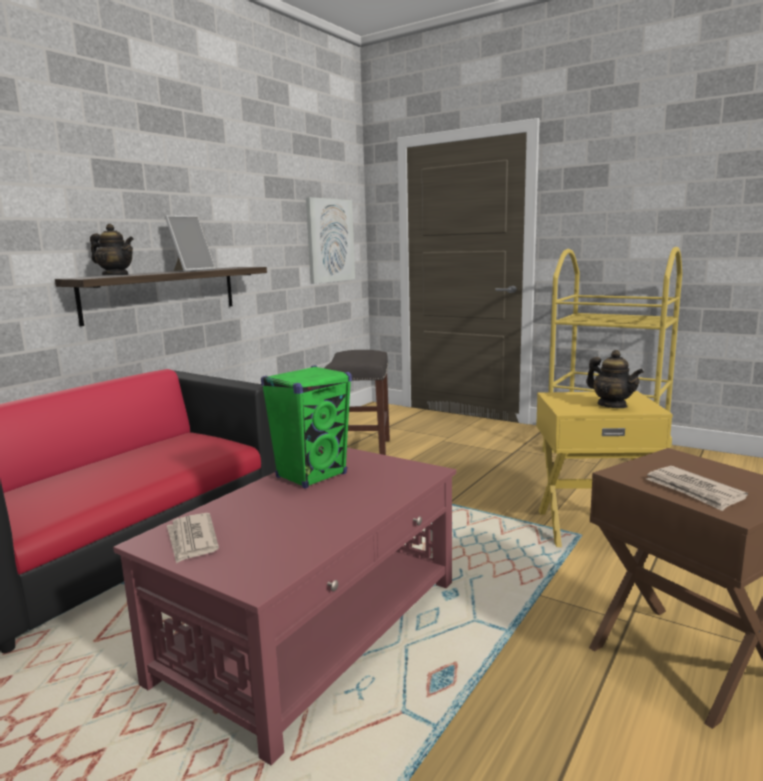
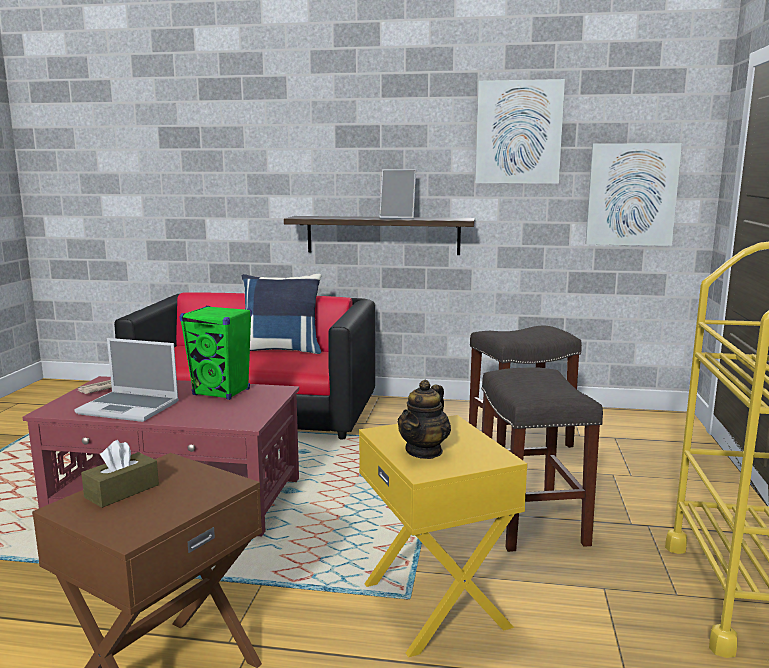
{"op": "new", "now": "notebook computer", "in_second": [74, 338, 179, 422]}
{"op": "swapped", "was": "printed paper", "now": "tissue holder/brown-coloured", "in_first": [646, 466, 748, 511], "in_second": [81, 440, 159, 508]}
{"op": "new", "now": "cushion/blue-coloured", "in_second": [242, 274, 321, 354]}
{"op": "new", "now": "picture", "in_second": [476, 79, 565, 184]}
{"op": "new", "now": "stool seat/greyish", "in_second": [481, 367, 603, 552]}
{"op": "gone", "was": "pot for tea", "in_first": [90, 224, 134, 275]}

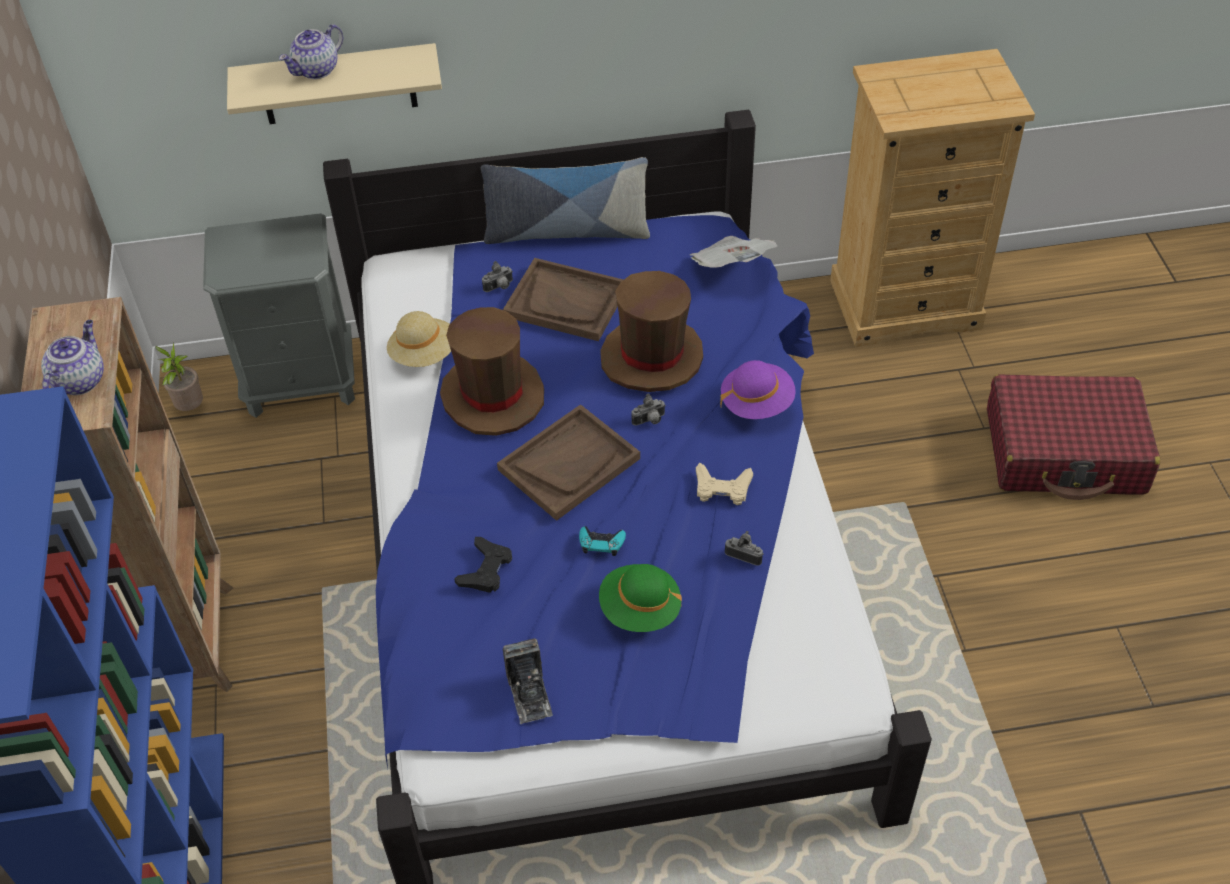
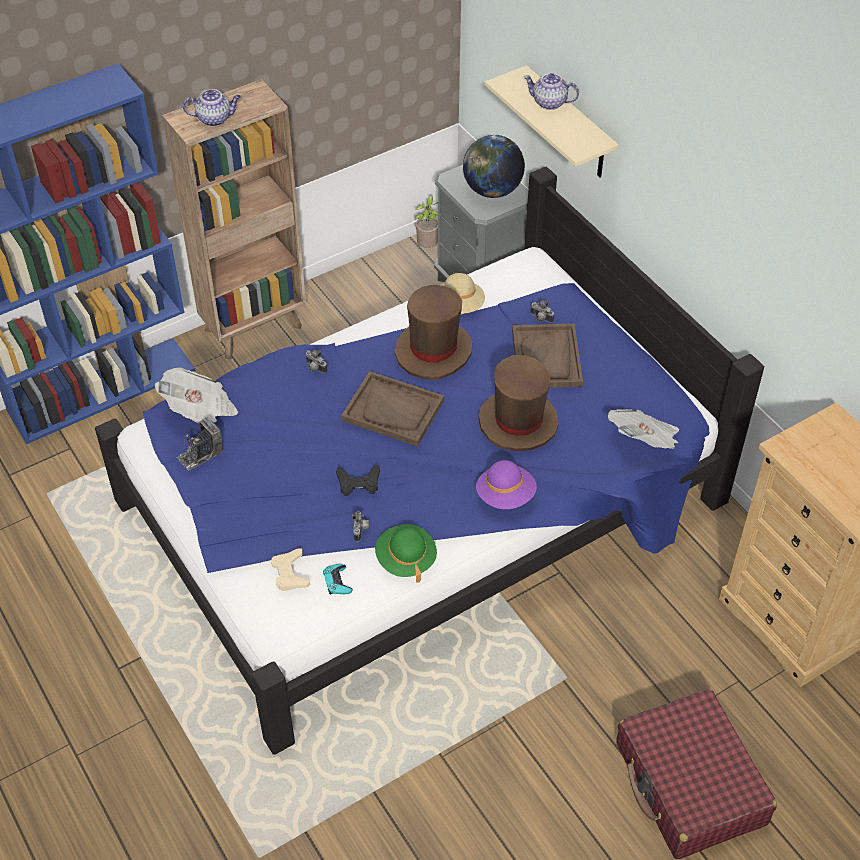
{"op": "new", "now": "printed paper", "in_second": [155, 368, 238, 423]}
{"op": "shifted", "was": "gamepad/beige", "in_first": [696, 463, 753, 505], "in_second": [271, 548, 310, 591]}
{"op": "shifted", "was": "still camera", "in_first": [631, 394, 666, 426], "in_second": [305, 350, 327, 374]}
{"op": "shifted", "was": "gamepad/blue-green", "in_first": [579, 526, 626, 556], "in_second": [323, 564, 353, 594]}
{"op": "shifted", "was": "gamepad/black", "in_first": [454, 537, 512, 593], "in_second": [336, 465, 380, 496]}
{"op": "shifted", "was": "wearable hat/green-coloured", "in_first": [599, 564, 682, 632], "in_second": [375, 524, 437, 583]}
{"op": "new", "now": "globe", "in_second": [463, 135, 525, 198]}
{"op": "gone", "was": "cushion", "in_first": [481, 157, 650, 244]}

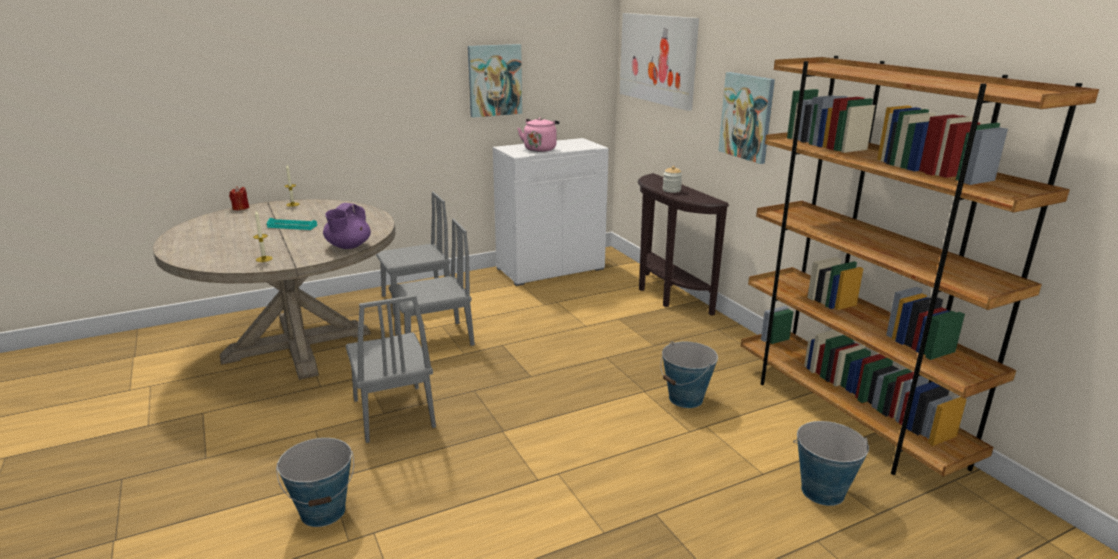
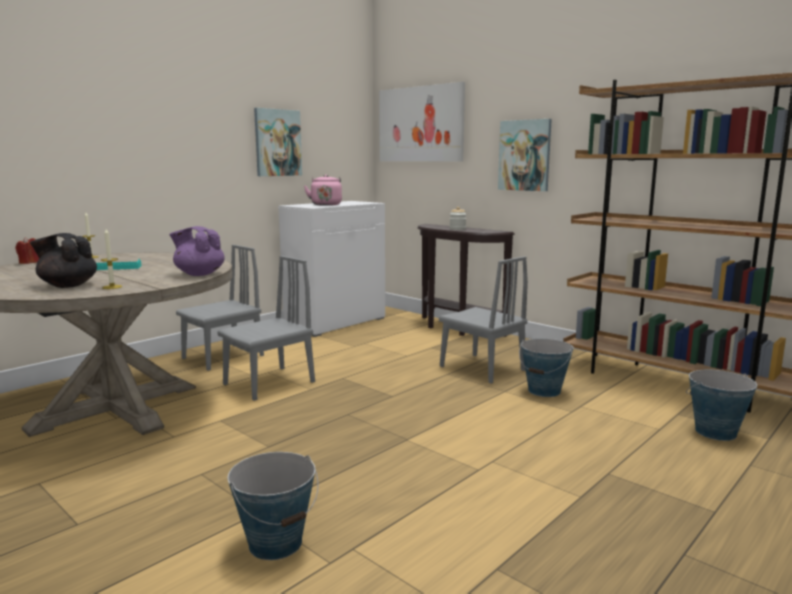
{"op": "new", "now": "pot for tea/black", "in_second": [30, 233, 97, 288]}
{"op": "rotated", "was": "pot for tea/purple-coloured", "in_first": [323, 203, 371, 249], "in_second": [169, 226, 225, 276], "clockwise": 120}
{"op": "shifted", "was": "chair/greyish", "in_first": [346, 295, 436, 443], "in_second": [439, 256, 528, 384]}

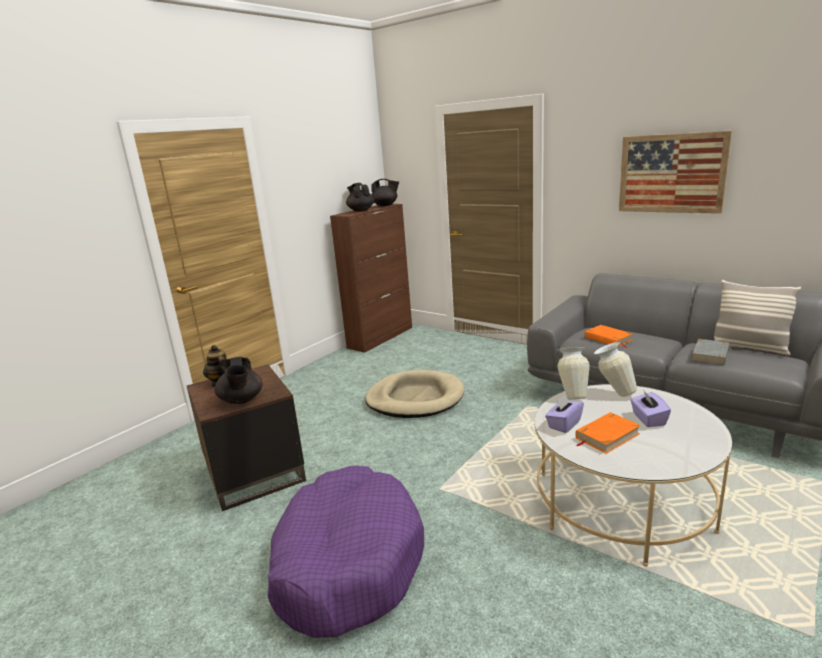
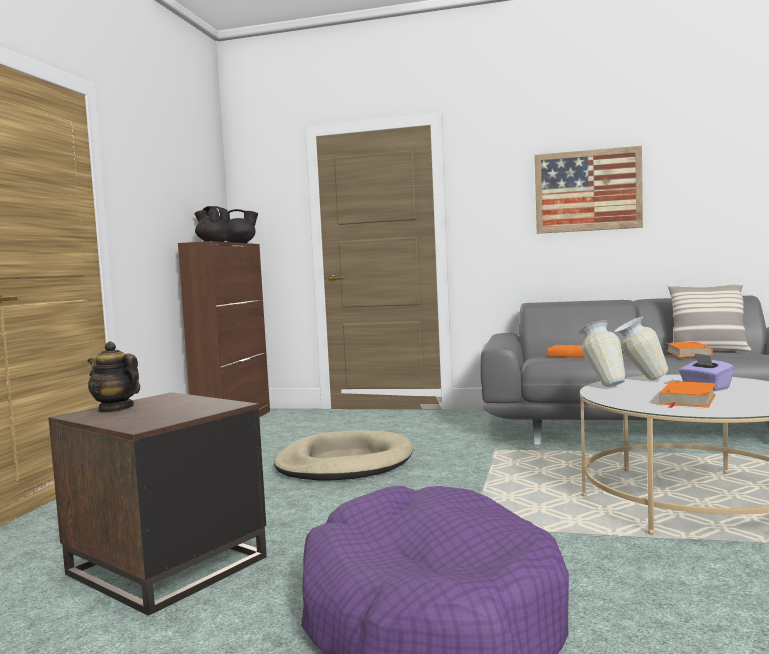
{"op": "repainted", "was": "book/greyish", "now": "book/orange-coloured", "in_first": [692, 339, 730, 365], "in_second": [667, 342, 713, 357]}
{"op": "gone", "was": "pot for tea/black", "in_first": [214, 357, 263, 404]}
{"op": "gone", "was": "tissue holder/purple-coloured", "in_first": [545, 394, 584, 433]}

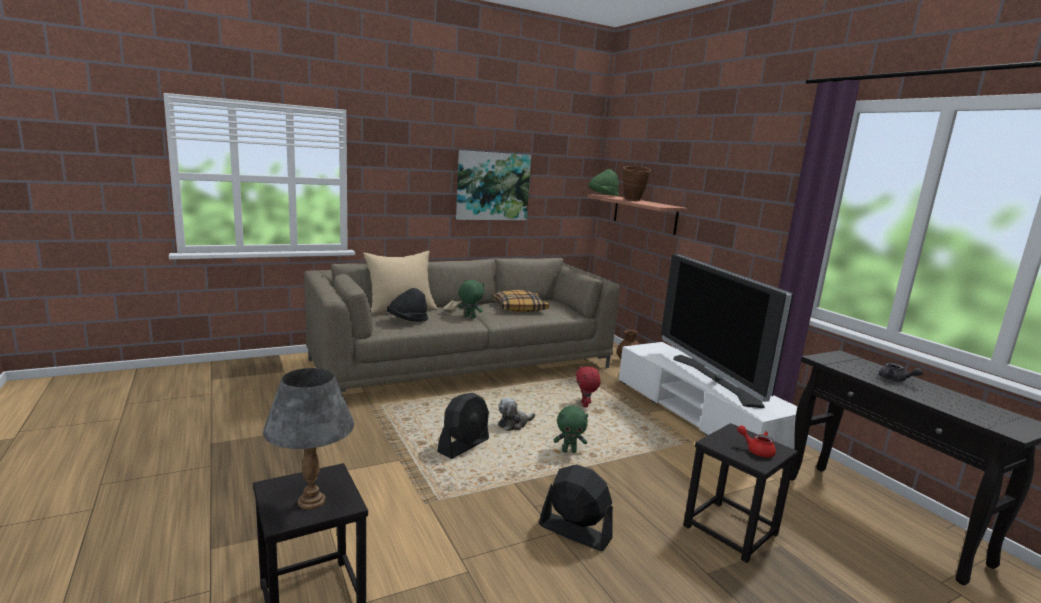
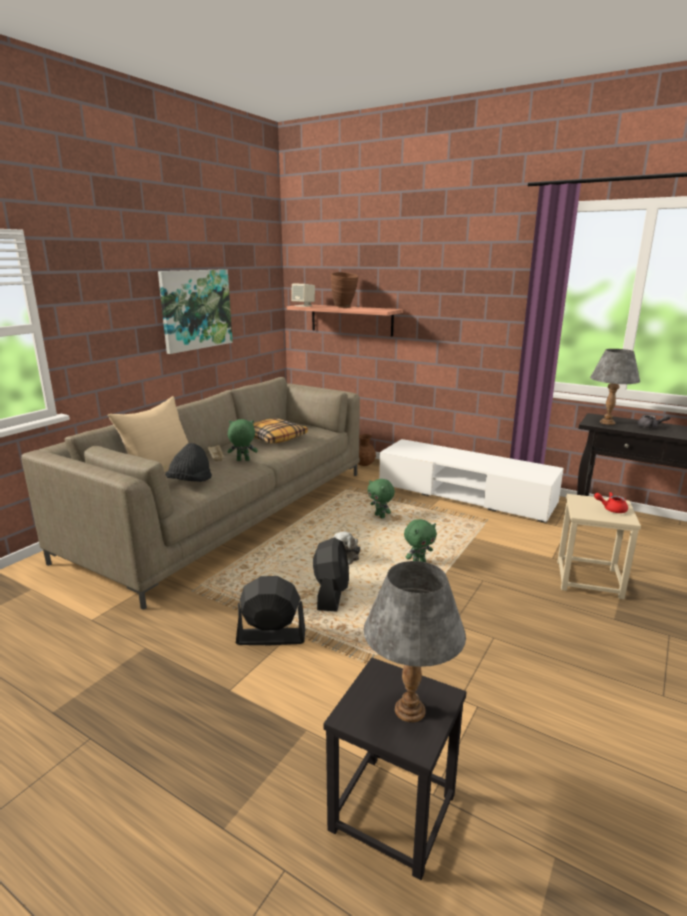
{"op": "shifted", "was": "fan/black", "in_first": [539, 465, 613, 551], "in_second": [236, 576, 305, 645]}
{"op": "swapped", "was": "wearable hat/green-coloured", "now": "audio speaker/beige", "in_first": [588, 169, 619, 196], "in_second": [291, 283, 315, 307]}
{"op": "repainted", "was": "cuddly toy/reddish", "now": "cuddly toy/green-coloured", "in_first": [576, 366, 601, 407], "in_second": [367, 479, 395, 518]}
{"op": "repainted", "was": "stool seat/black", "now": "stool seat/beige", "in_first": [683, 423, 798, 563], "in_second": [557, 494, 641, 599]}
{"op": "new", "now": "table lamp/greyish", "in_second": [590, 349, 640, 425]}
{"op": "gone", "was": "television", "in_first": [661, 254, 794, 408]}

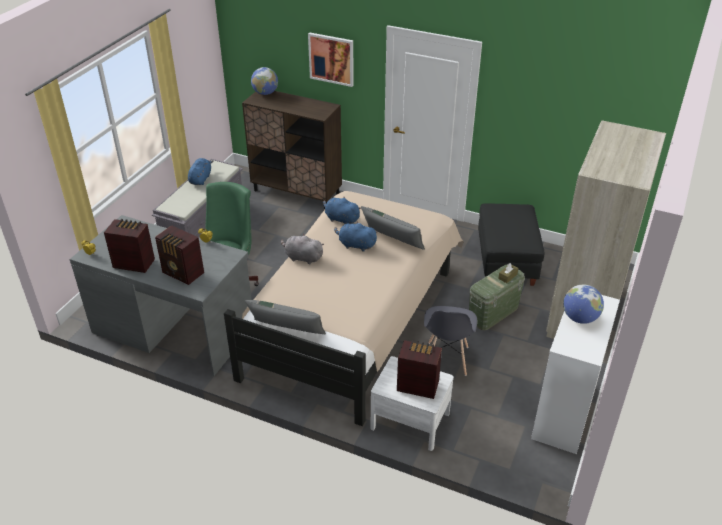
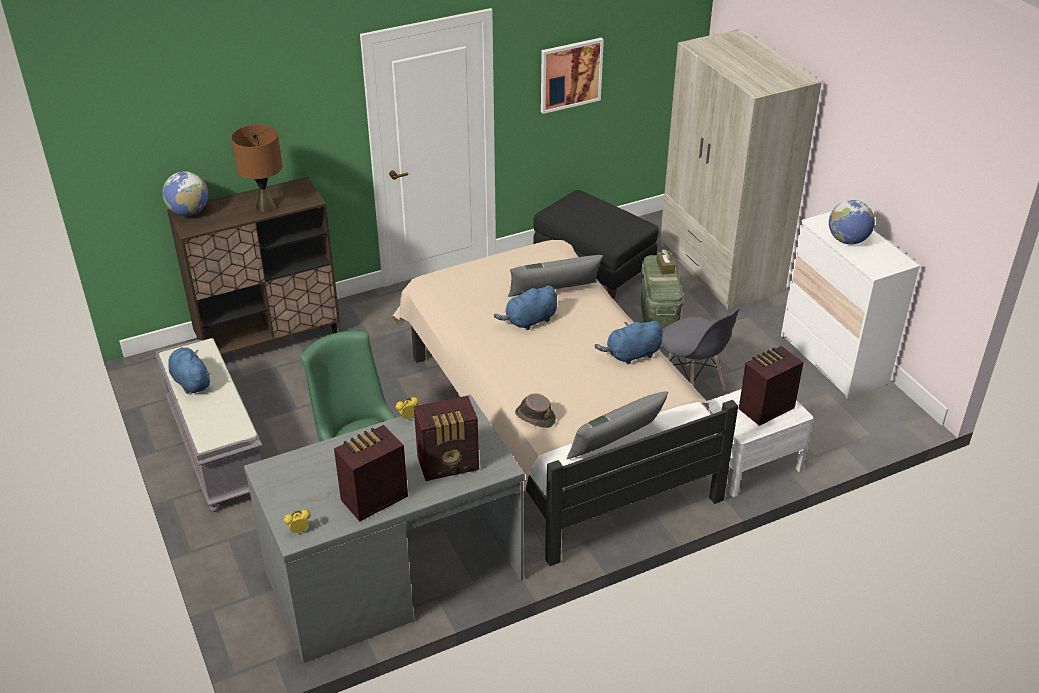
{"op": "new", "now": "table lamp/brown-coloured", "in_second": [231, 125, 282, 212]}
{"op": "new", "now": "wearable hat/brown-coloured", "in_second": [515, 393, 556, 428]}
{"op": "shifted", "was": "picture", "in_first": [308, 32, 354, 87], "in_second": [541, 38, 604, 114]}
{"op": "shifted", "was": "cuddly toy/blue-coloured", "in_first": [323, 196, 361, 224], "in_second": [595, 321, 663, 365]}
{"op": "gone", "was": "cuddly toy/greyish", "in_first": [281, 234, 324, 265]}

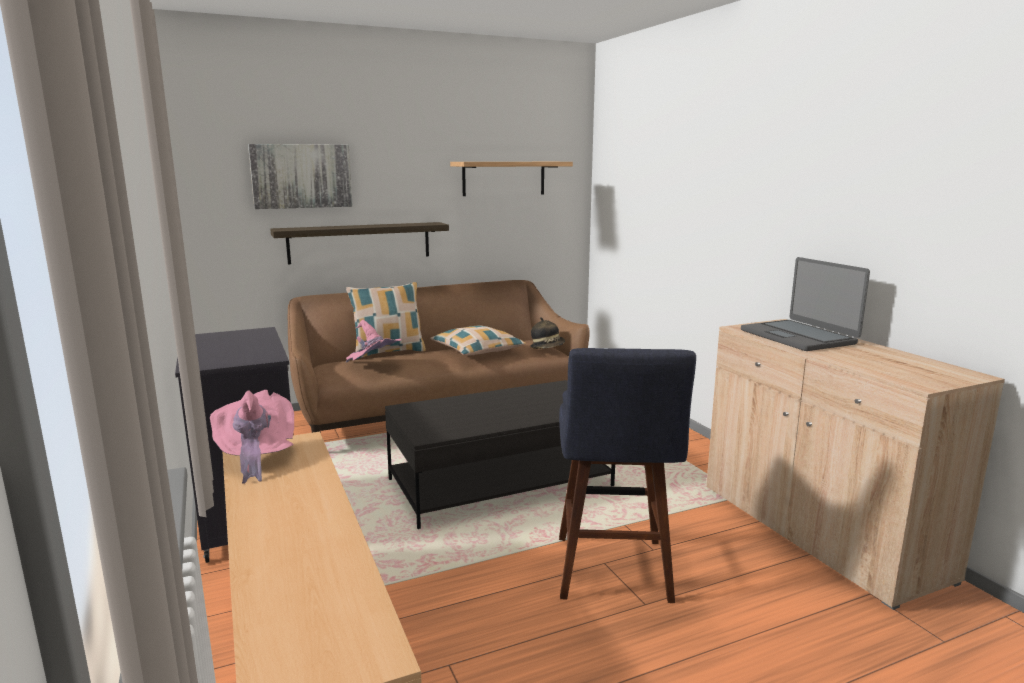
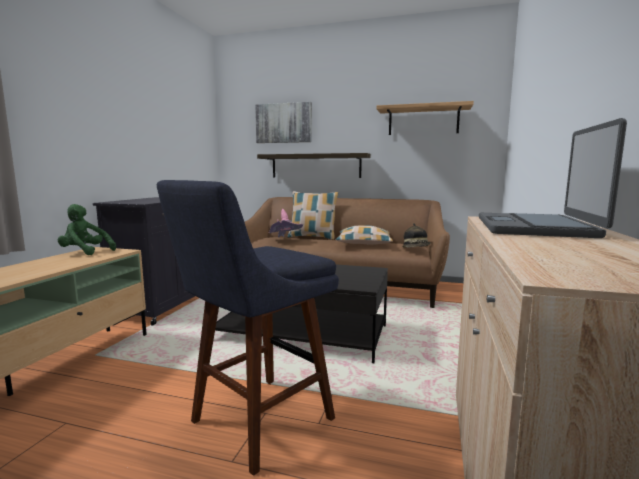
{"op": "swapped", "was": "wearable hat/pink", "now": "cuddly toy/green-coloured", "in_first": [210, 390, 294, 483], "in_second": [58, 204, 116, 255]}

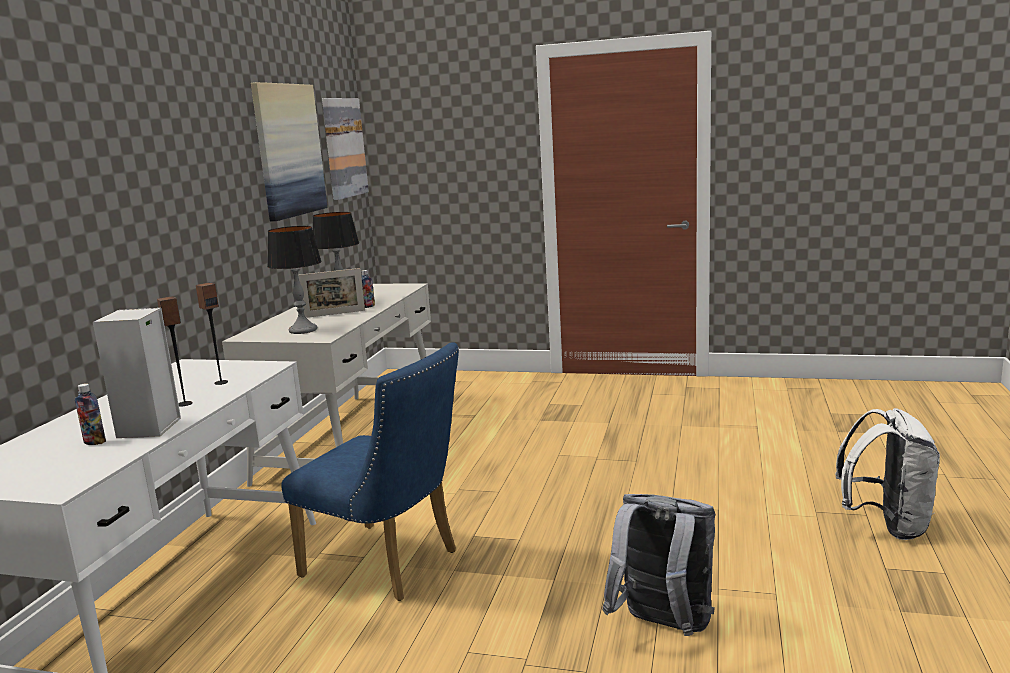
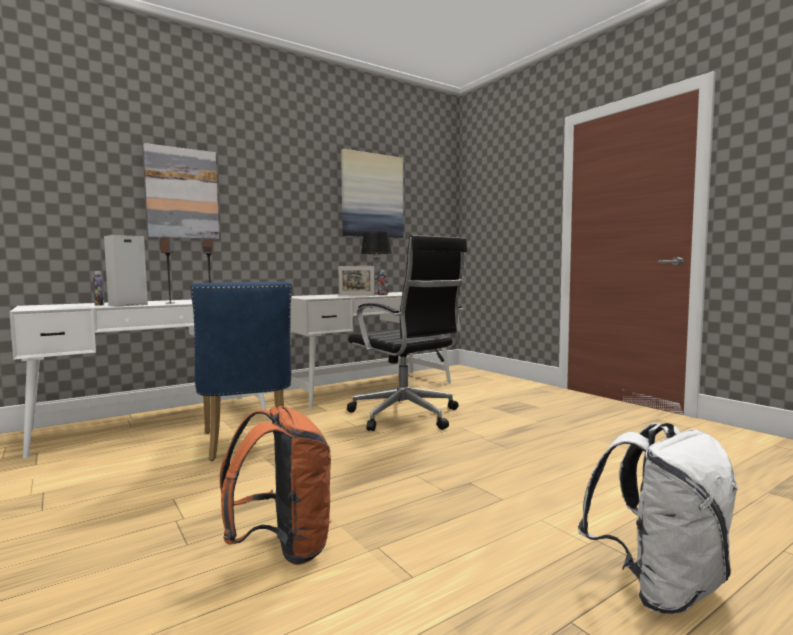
{"op": "shifted", "was": "picture", "in_first": [322, 98, 369, 200], "in_second": [143, 143, 219, 239]}
{"op": "repainted", "was": "rucksack/greyish", "now": "rucksack/orange-coloured", "in_first": [602, 494, 715, 636], "in_second": [220, 406, 332, 565]}
{"op": "new", "now": "desk chair/black", "in_second": [347, 235, 468, 431]}
{"op": "gone", "was": "table lamp", "in_first": [267, 226, 322, 334]}

